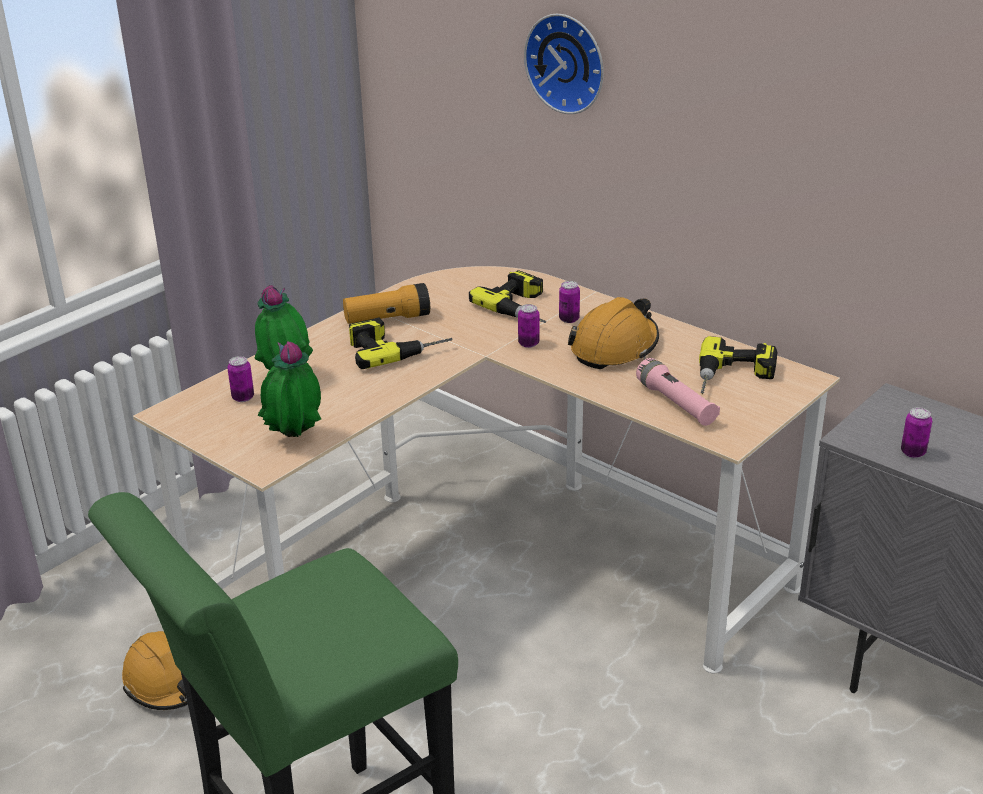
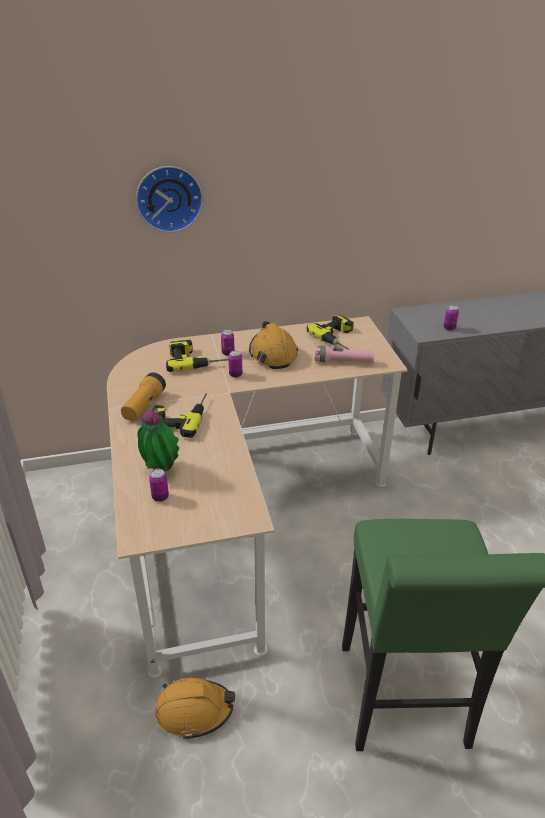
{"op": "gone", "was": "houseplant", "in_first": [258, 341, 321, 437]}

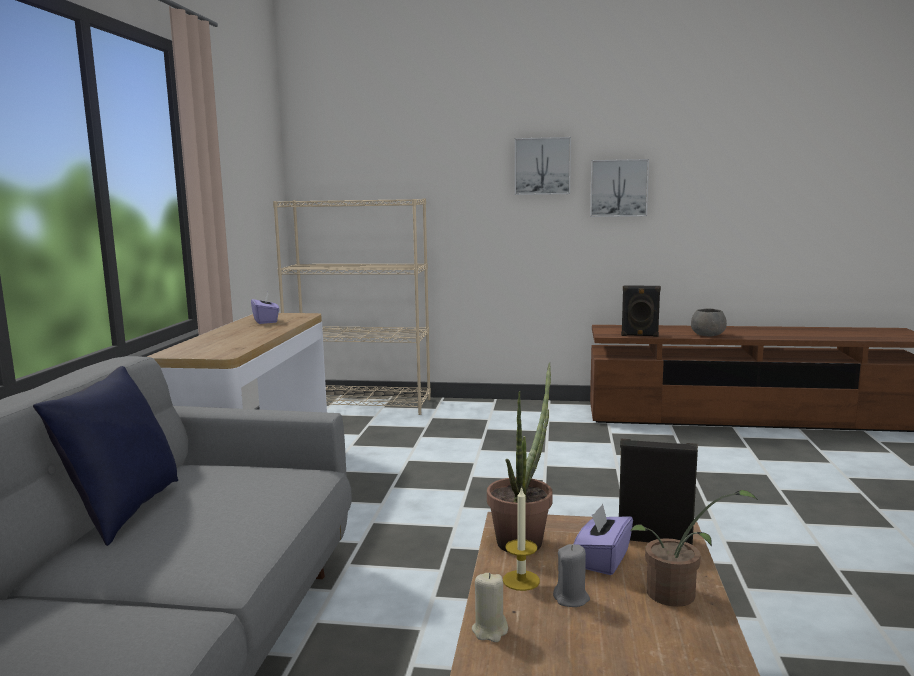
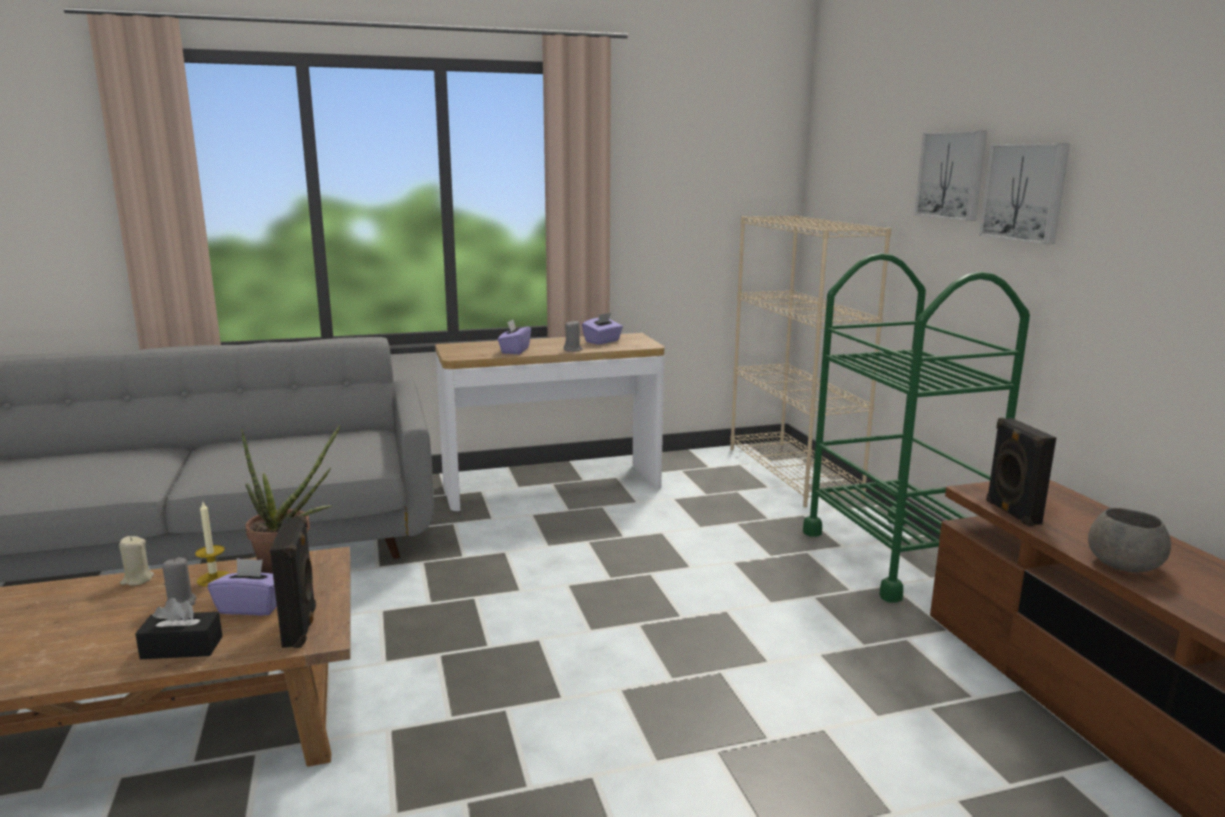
{"op": "swapped", "was": "houseplant", "now": "tissue holder/black", "in_first": [630, 490, 758, 607], "in_second": [135, 598, 223, 659]}
{"op": "new", "now": "tissue holder/purple-coloured", "in_second": [498, 319, 531, 354]}
{"op": "new", "now": "wax light/greyish", "in_second": [563, 320, 582, 352]}
{"op": "new", "now": "cart/green-coloured", "in_second": [803, 253, 1030, 603]}
{"op": "shifted", "was": "picture", "in_first": [590, 159, 649, 217], "in_second": [914, 131, 987, 221]}
{"op": "gone", "was": "cushion/blue-coloured", "in_first": [33, 366, 178, 546]}

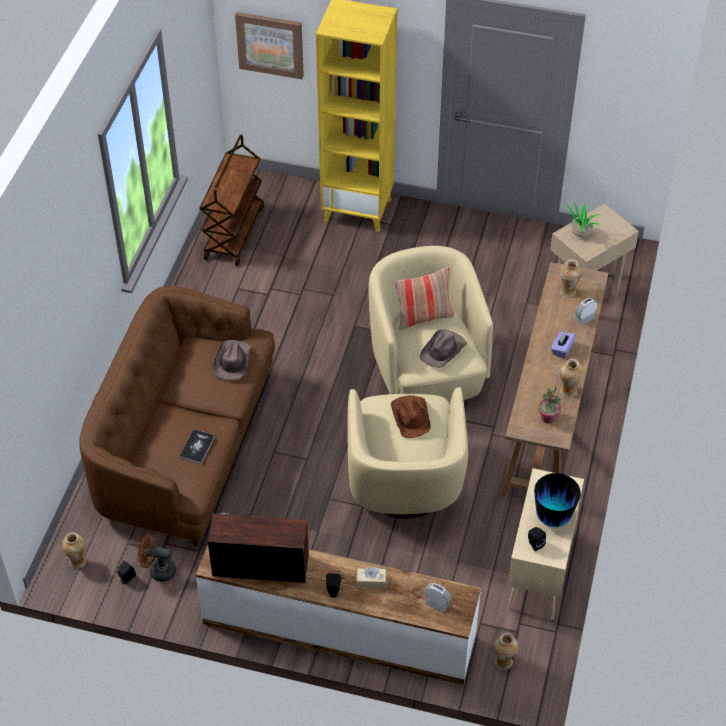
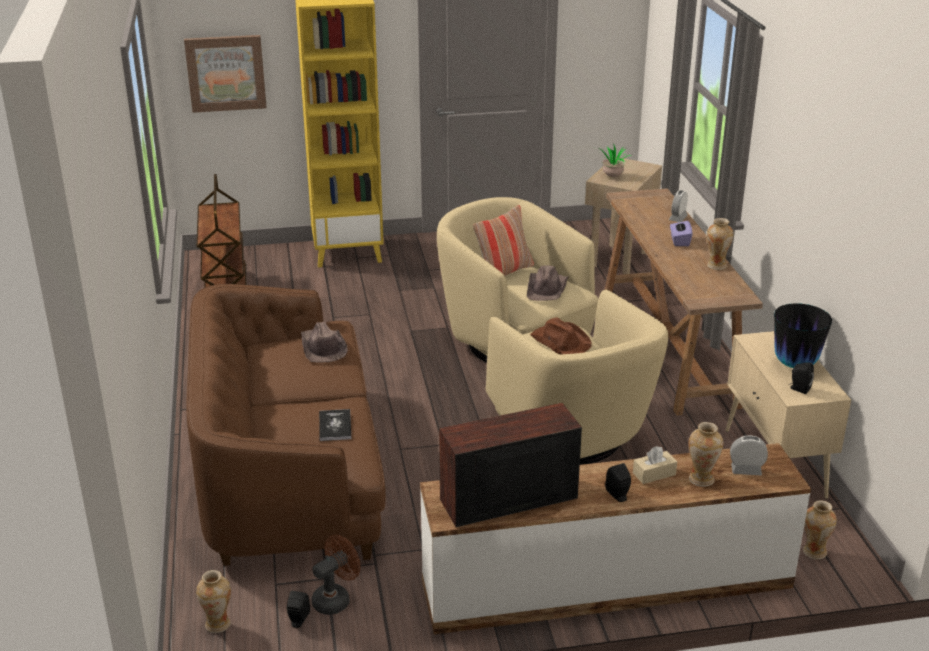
{"op": "rotated", "was": "fan/brown-coloured", "in_first": [138, 534, 176, 582], "in_second": [312, 535, 361, 615], "clockwise": 150}
{"op": "shifted", "was": "vase", "in_first": [560, 259, 582, 298], "in_second": [688, 422, 723, 487]}
{"op": "gone", "was": "houseplant", "in_first": [538, 386, 561, 424]}

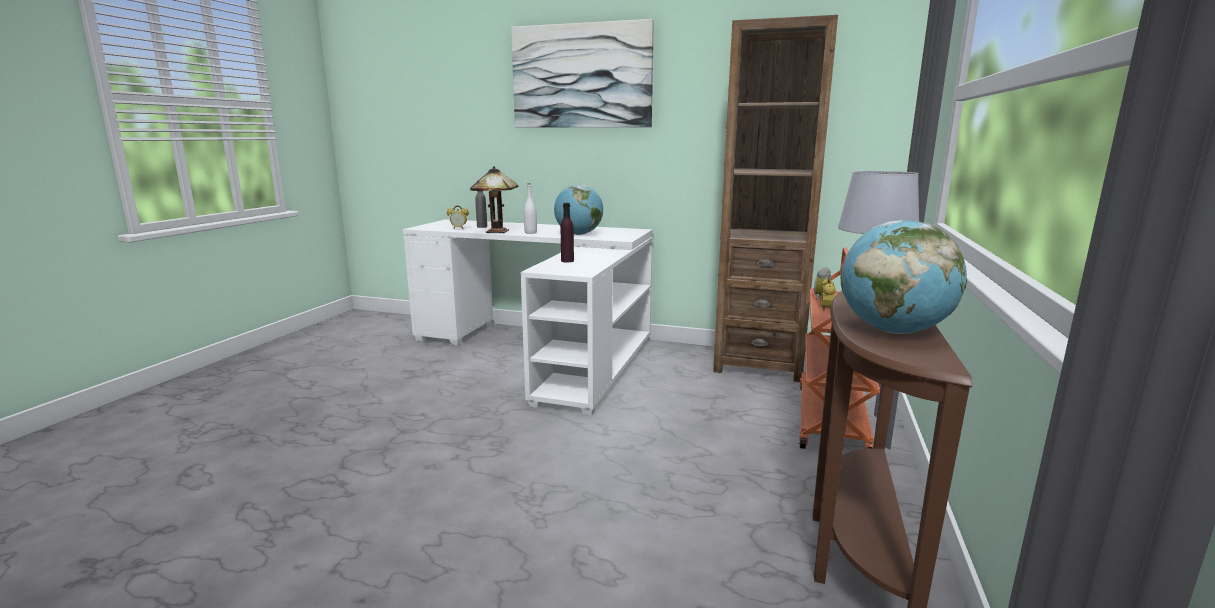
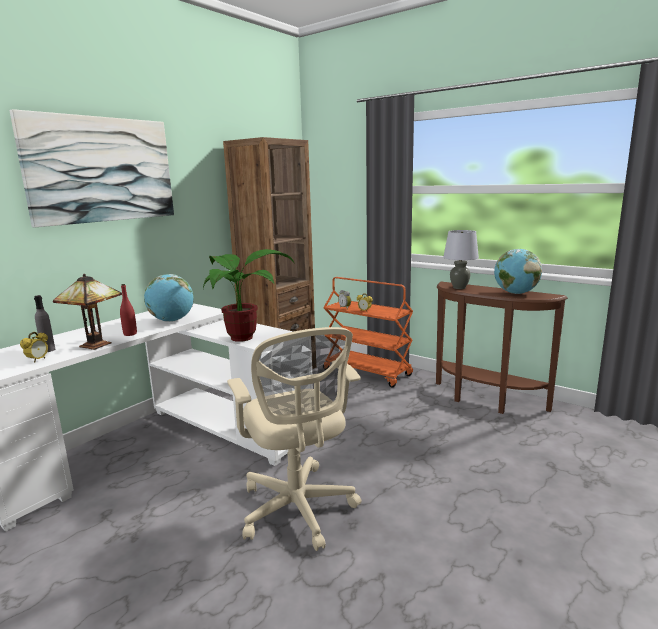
{"op": "repainted", "was": "drink bottle/whitish", "now": "drink bottle/reddish", "in_first": [524, 183, 537, 234], "in_second": [120, 284, 137, 336]}
{"op": "swapped", "was": "drink bottle/purple-coloured", "now": "houseplant", "in_first": [561, 203, 574, 262], "in_second": [203, 249, 295, 342]}
{"op": "new", "now": "desk chair/beige", "in_second": [227, 327, 362, 551]}

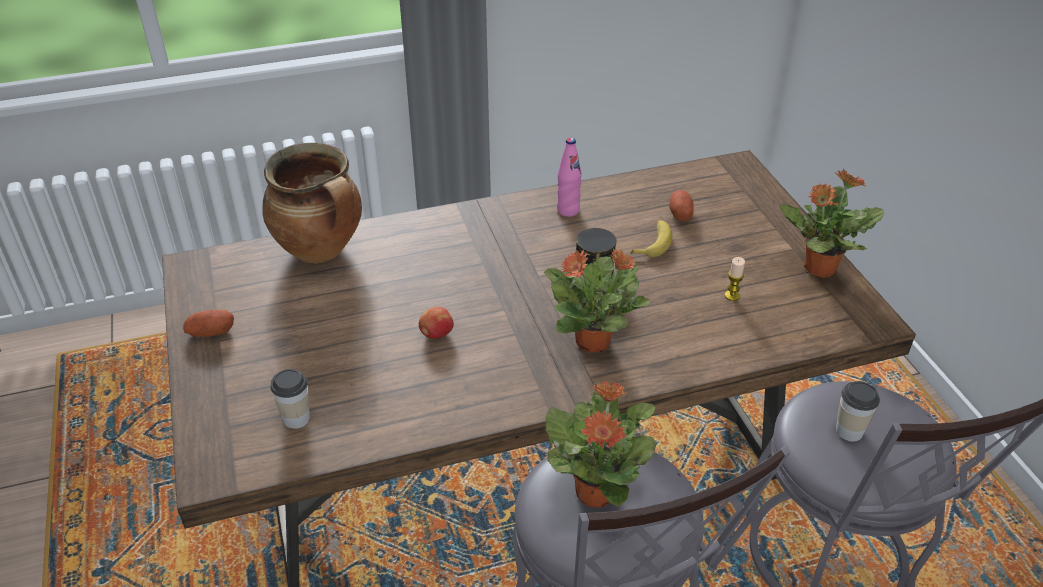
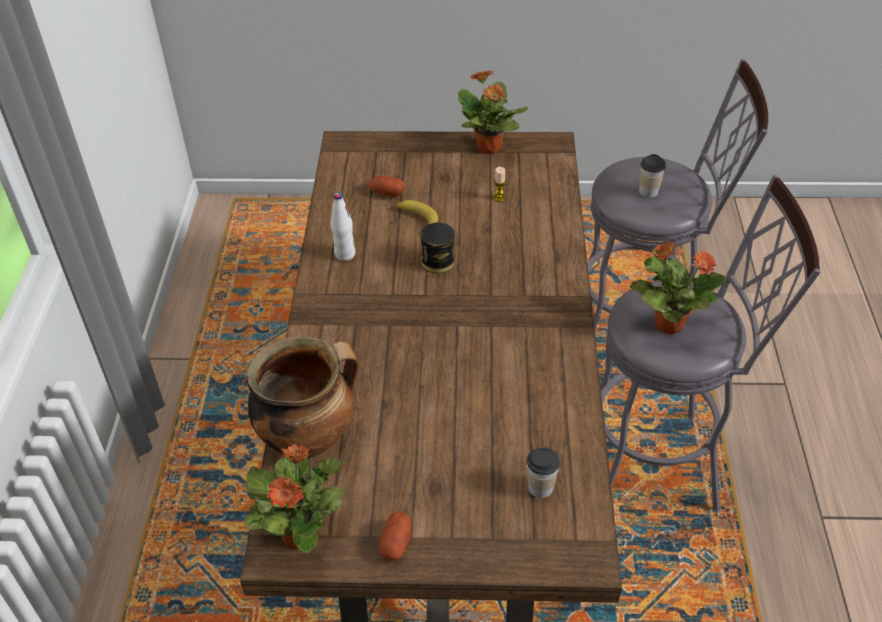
{"op": "shifted", "was": "houseplant", "in_first": [544, 248, 650, 352], "in_second": [244, 444, 344, 554]}
{"op": "repainted", "was": "drink bottle/pink", "now": "drink bottle/whitish", "in_first": [557, 138, 582, 217], "in_second": [331, 192, 355, 261]}
{"op": "gone", "was": "apple", "in_first": [419, 307, 454, 339]}

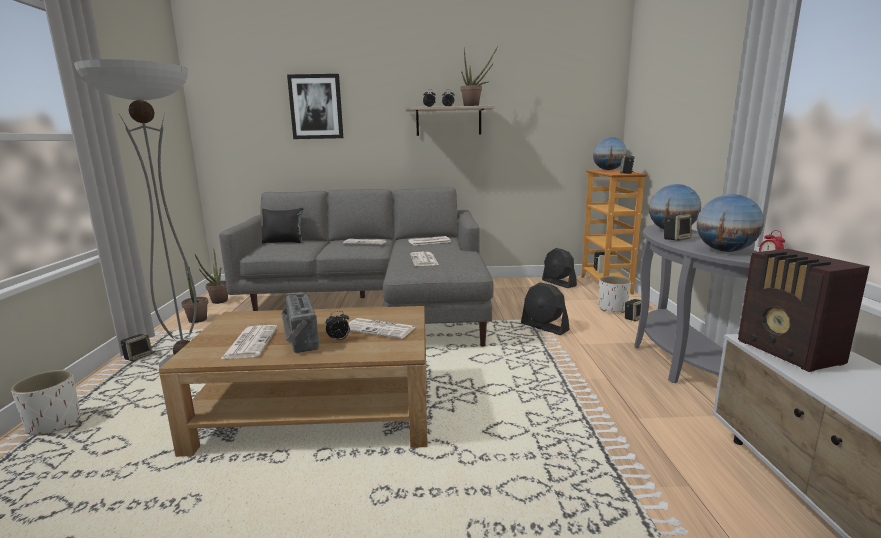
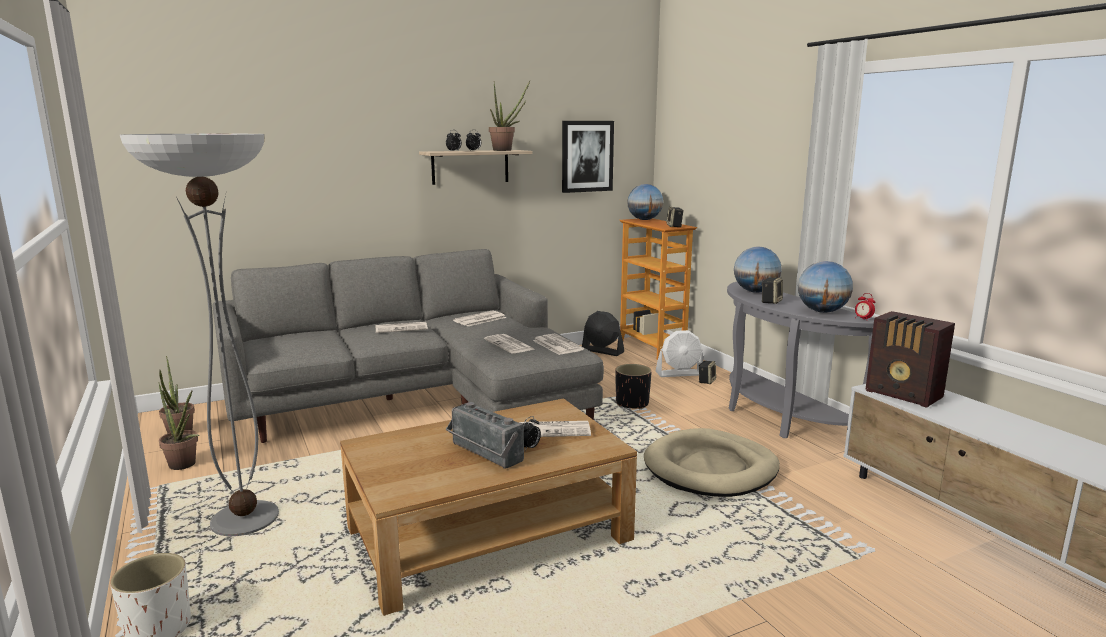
{"op": "shifted", "was": "printed paper", "in_first": [221, 325, 278, 359], "in_second": [533, 334, 584, 355]}
{"op": "shifted", "was": "picture", "in_first": [287, 74, 343, 139], "in_second": [562, 121, 614, 193]}
{"op": "swapped", "was": "fan/black", "now": "flower pot/black", "in_first": [521, 282, 570, 335], "in_second": [615, 364, 652, 409]}
{"op": "new", "now": "dog cushion/beige", "in_second": [644, 428, 780, 497]}
{"op": "swapped", "was": "flower pot/whitish", "now": "fan/whitish", "in_first": [599, 276, 631, 313], "in_second": [656, 330, 703, 377]}
{"op": "gone", "was": "audio speaker", "in_first": [121, 334, 152, 361]}
{"op": "gone", "was": "cushion/black", "in_first": [262, 208, 303, 243]}

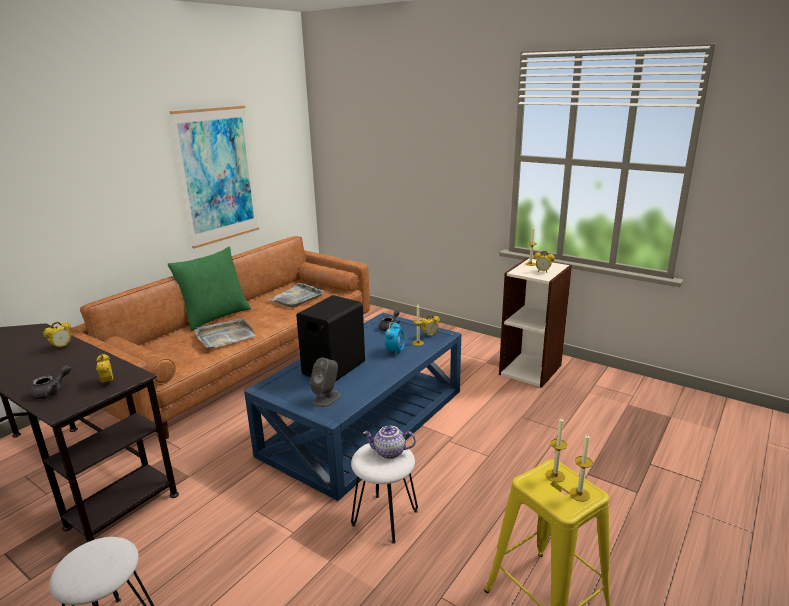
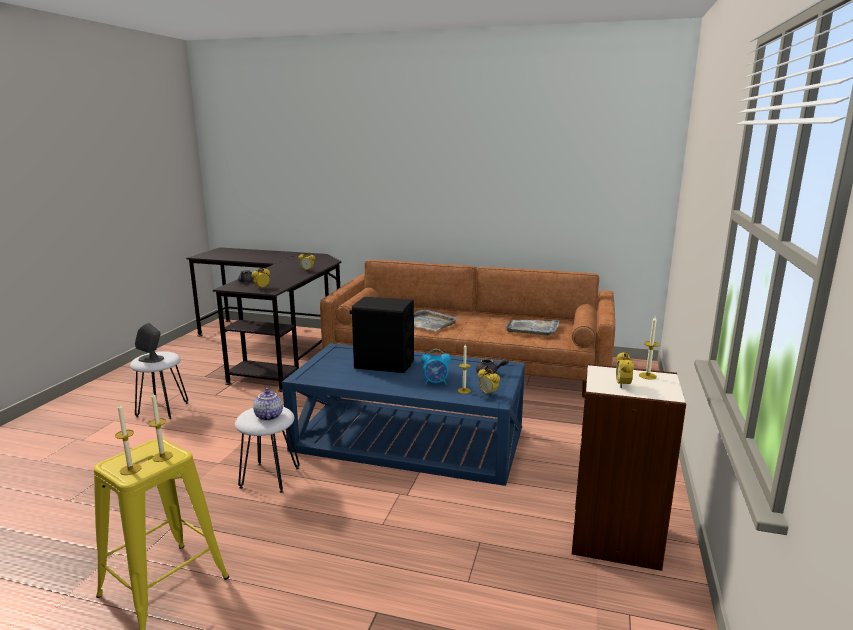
{"op": "shifted", "was": "audio speaker/greyish", "in_first": [310, 358, 341, 407], "in_second": [135, 323, 164, 363]}
{"op": "gone", "was": "cushion/green-coloured", "in_first": [168, 247, 251, 331]}
{"op": "gone", "was": "picture", "in_first": [170, 106, 259, 249]}

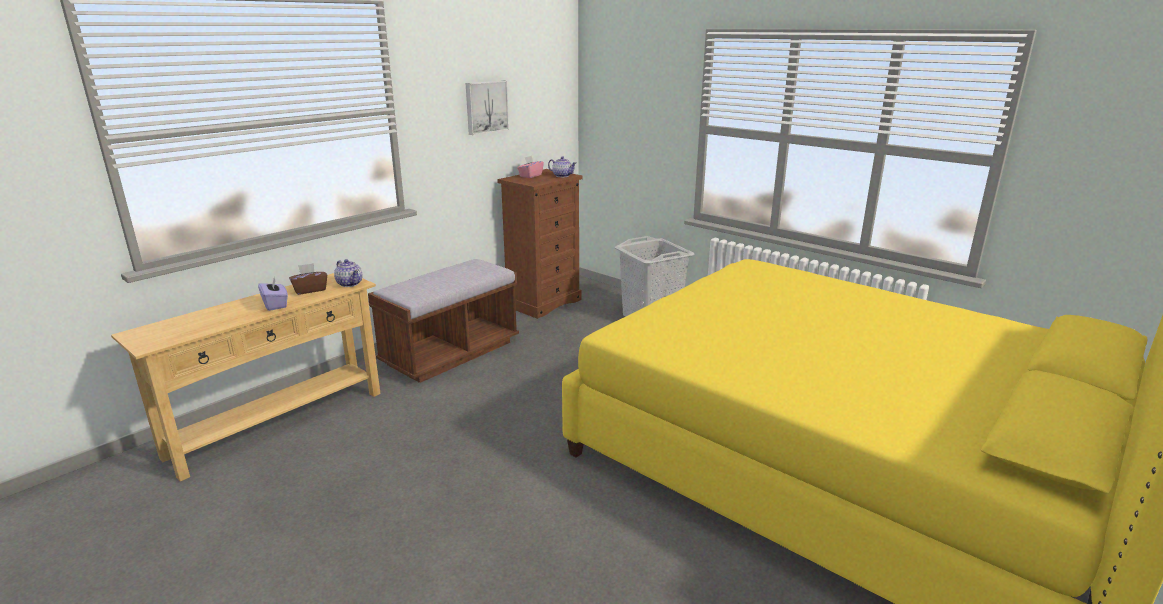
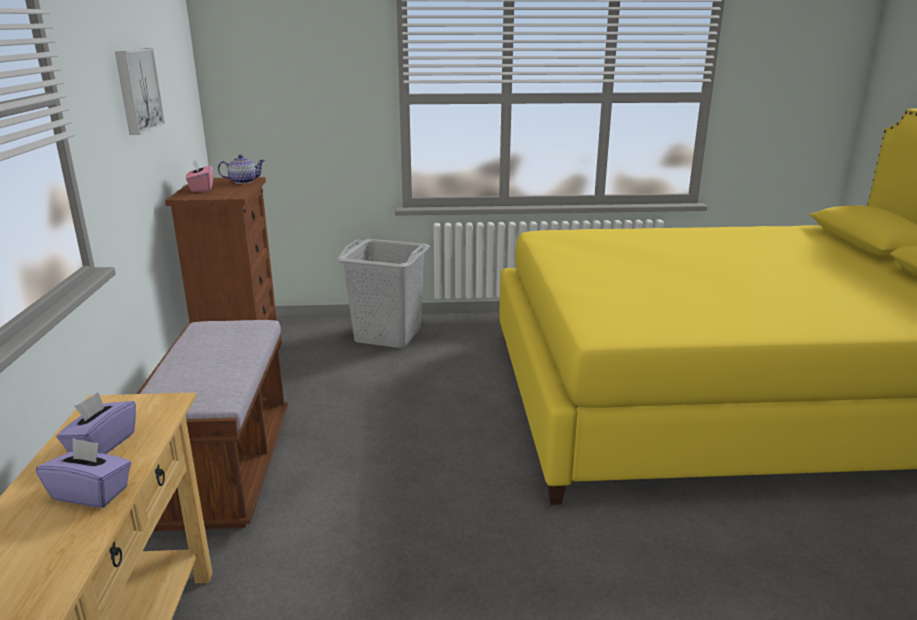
{"op": "repainted", "was": "tissue holder/brown-coloured", "now": "tissue holder/purple-coloured", "in_first": [289, 263, 327, 295], "in_second": [56, 392, 136, 454]}
{"op": "gone", "was": "pot for tea", "in_first": [334, 259, 363, 287]}

